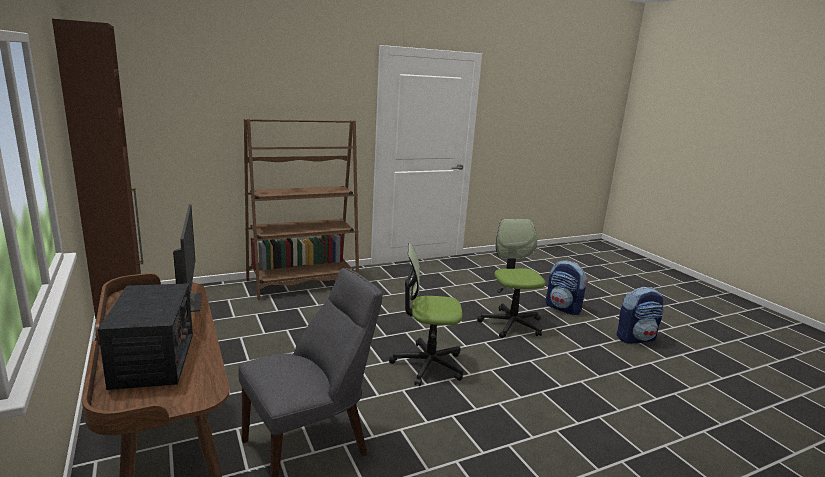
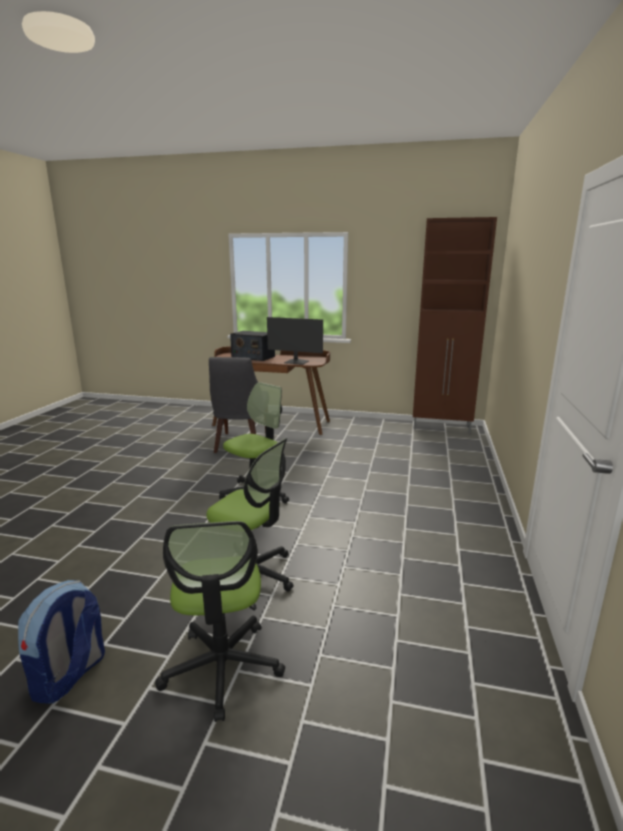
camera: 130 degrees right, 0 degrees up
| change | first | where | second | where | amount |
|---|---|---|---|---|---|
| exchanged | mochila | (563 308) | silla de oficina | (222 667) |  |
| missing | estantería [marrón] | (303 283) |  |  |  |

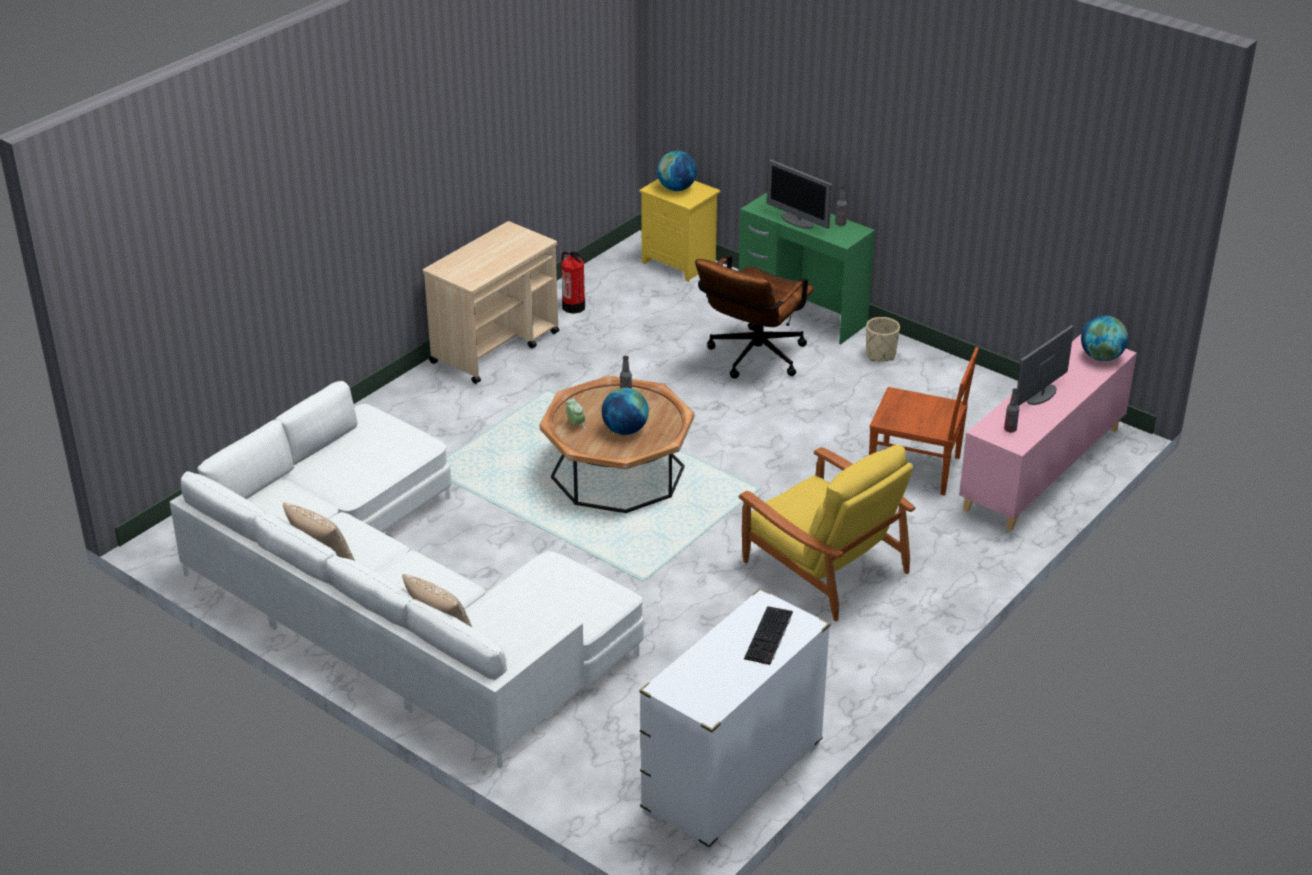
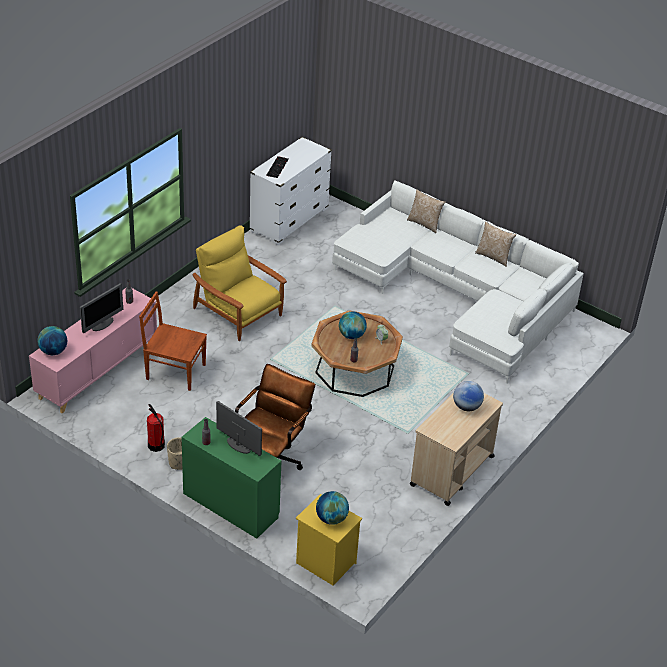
camera: 175 degrees right, 5 degrees up
| change | first | where | second | where | amount |
|---|---|---|---|---|---|
| relocated | extintor | (573 307) |  | (156 446) |  |
| appeared |  |  | globo terráqueo | (466 407) |  |

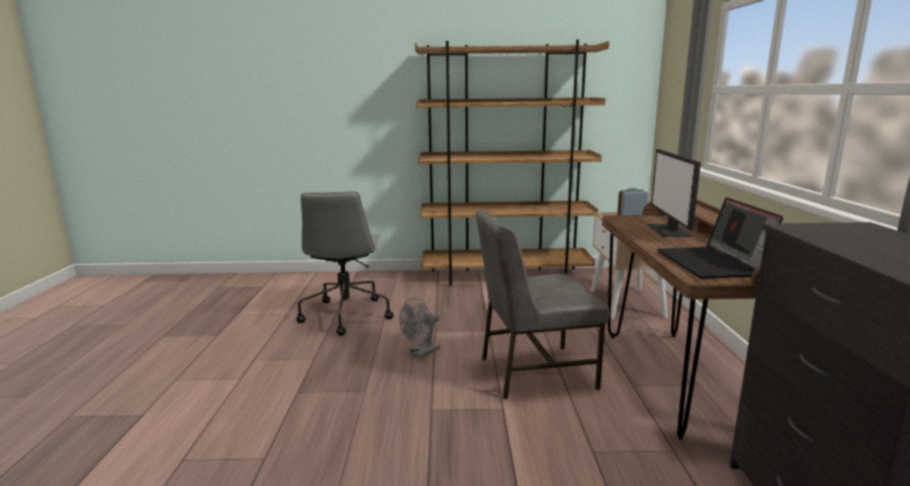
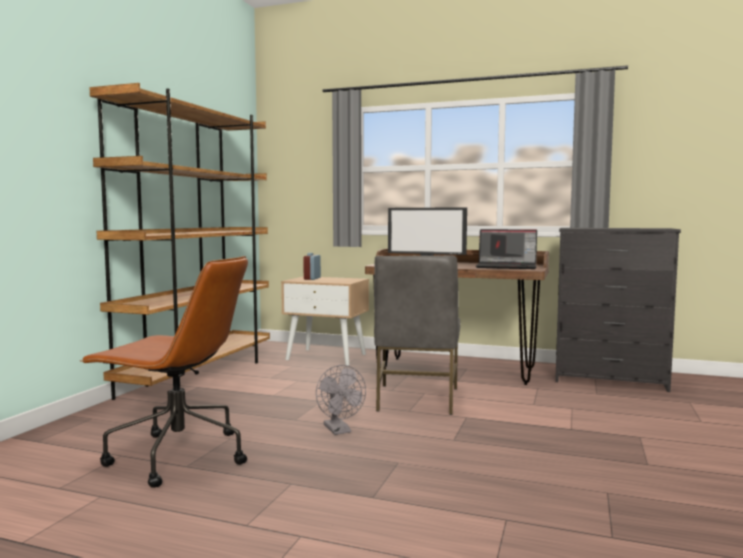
camera: 70 degrees left, 10 degrees down
| change | first | where | second | where | amount |
|---|---|---|---|---|---|
| colour | silla de oficina [gris] | (346 314) | silla de oficina [marrón] | (176 456) |  |

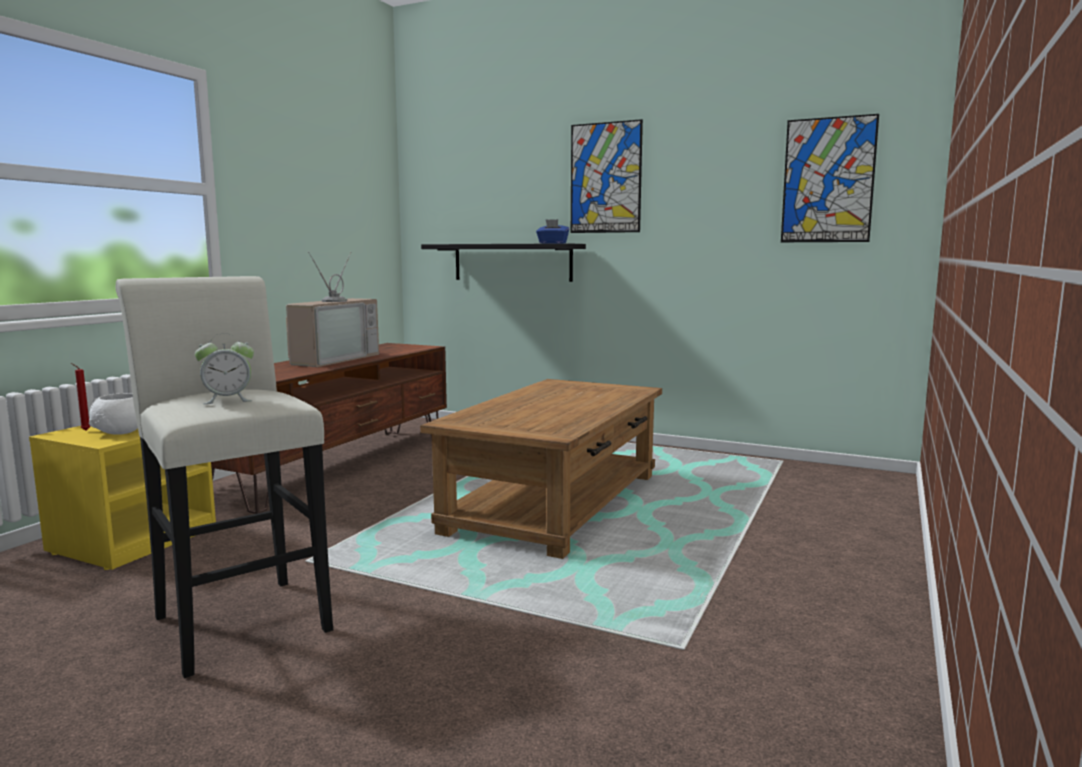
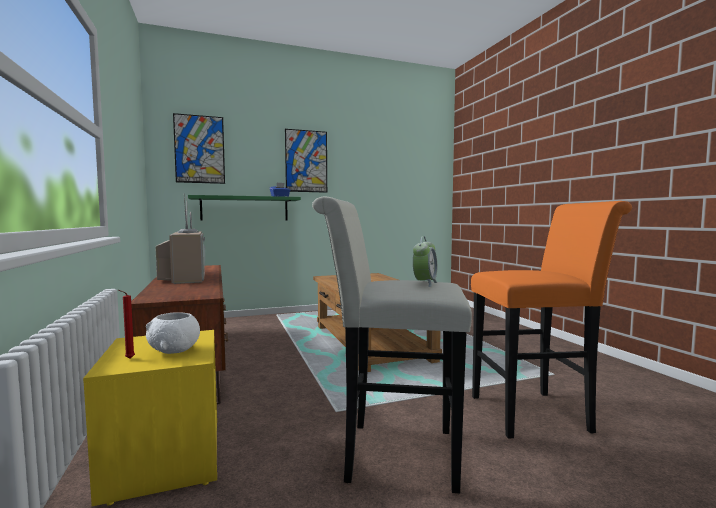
camera: 45 degrees left, 5 degrees down
| change | first | where | second | where | amount |
|---|---|---|---|---|---|
| relocated | cuadro | (828 180) |  | (199 149) |  |
| colour | estante [negro] | (512 262) | estante [verde] | (245 208) |  |
| appeared |  |  | taburete [naranja] | (537 413) |  |

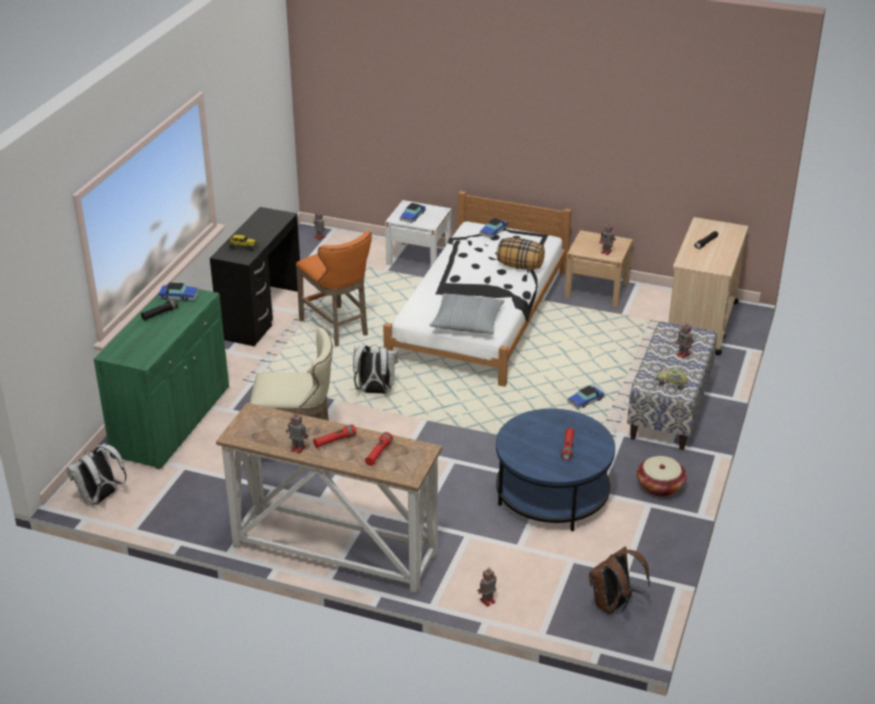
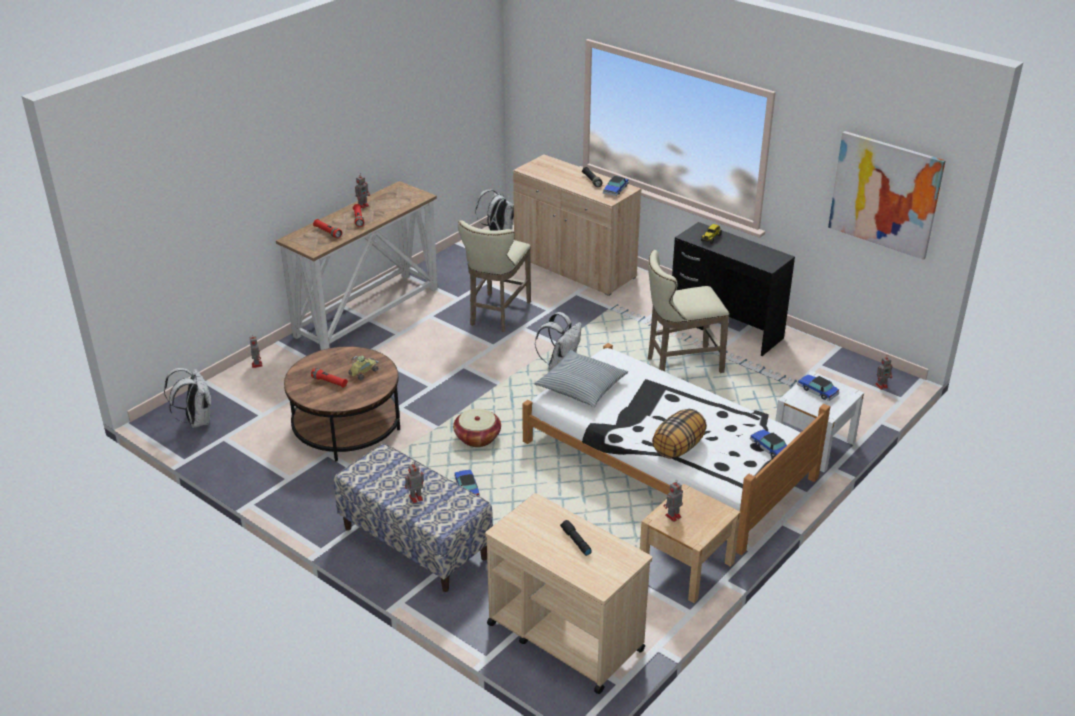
camera: 110 degrees right, 0 degrees up
| change | first | where | second | where | amount |
|---|---|---|---|---|---|
| colour | mochila [marrón] | (613 605) | mochila [blanco] | (196 421) |  |
| colour | mesa de centro [azul] | (552 494) | mesa de centro [marrón] | (346 427) |  |
| relocated | coche de juguete | (671 383) |  | (363 372) |  |
| relocated | cesta | (660 486) |  | (477 437) |  |
| colour | armario [verde] | (172 422) | armario [beis] | (574 267) |  |
| colour | taburete [naranja] | (337 329) | taburete [beis] | (680 364) |  |
| appeared |  |  | cuadro | (885 194) |  |

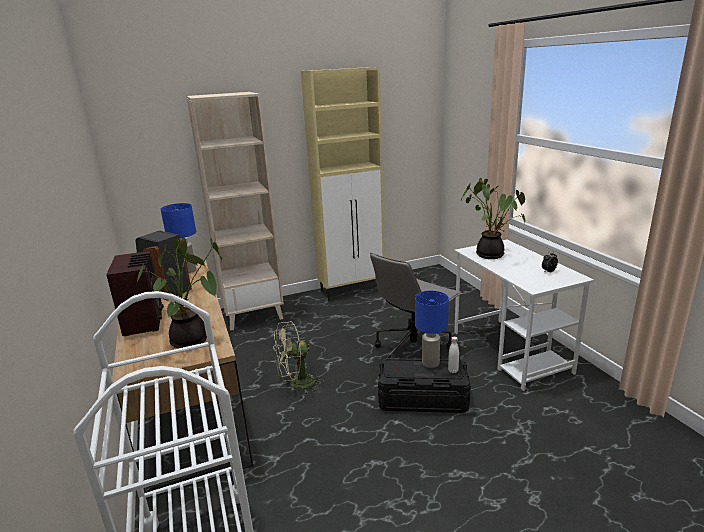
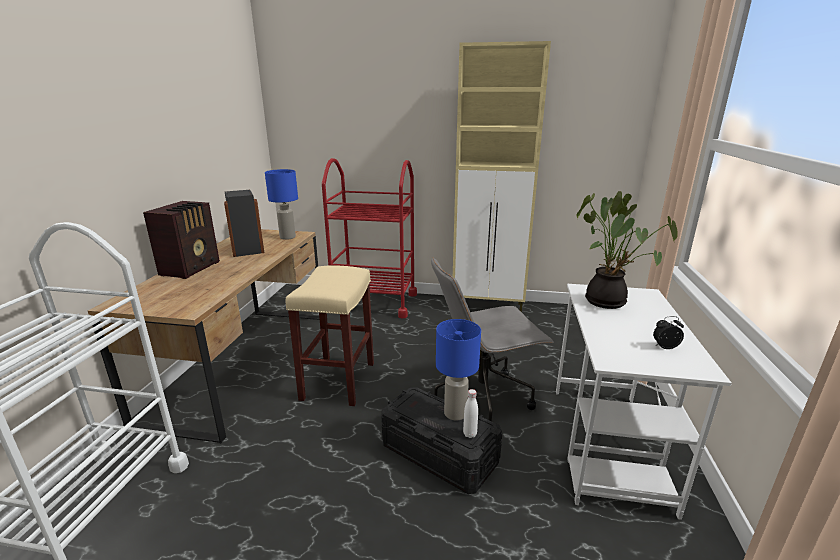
camera: 30 degrees right, 0 degrees up
| change | first | where | second | where | amount |
|---|---|---|---|---|---|
| exchanged | ventilador [verde] | (297 384) | taburete [beis] | (338 381) |  |
| exchanged | estantería [beis] | (253 314) | carrito [rojo] | (374 302) |  |
| missing | planta en maceta | (193 341) |  |  |  |

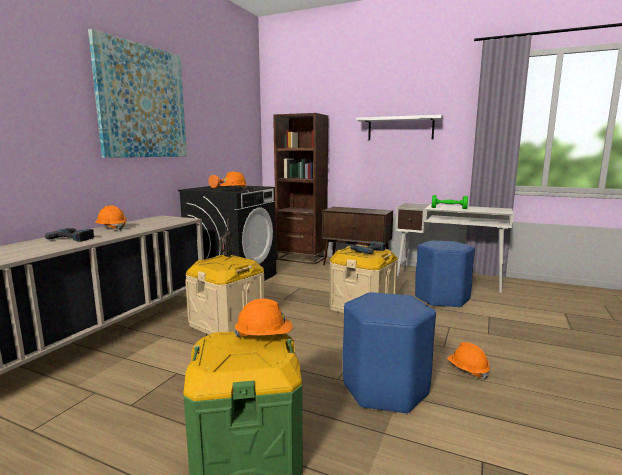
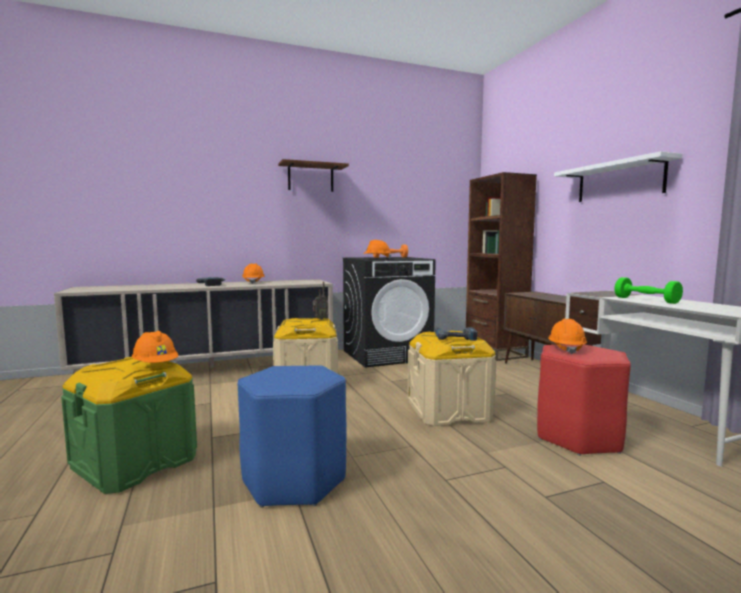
camera: 45 degrees right, 5 degrees down
| change | first | where | second | where | amount |
|---|---|---|---|---|---|
| exchanged | cuadro | (142 102) | estante [marrón] | (310 178) |  |
| colour | taburete [azul] | (441 299) | taburete [rojo] | (577 437) |  |
| relocated | casco [naranja] | (467 370) |  | (566 349) |  |

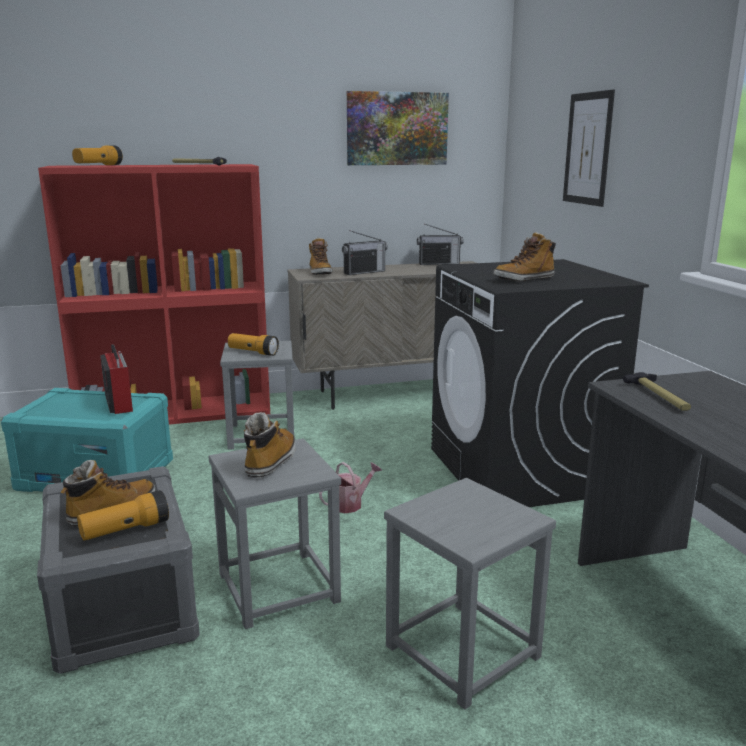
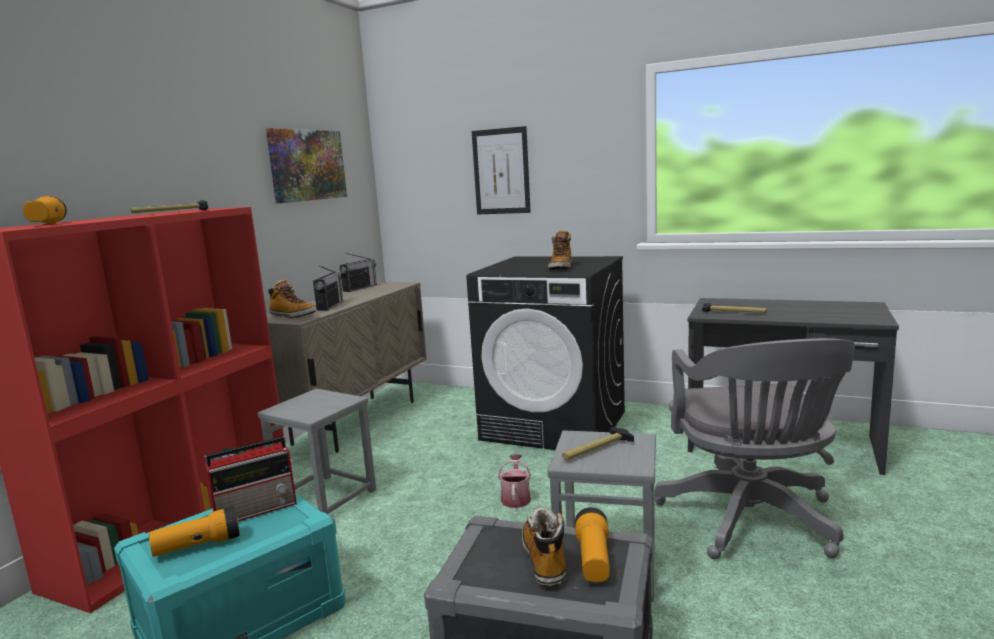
camera: 50 degrees left, 5 degrees down
| change | first | where | second | where | amount |
|---|---|---|---|---|---|
| relocated | linterna | (253 352) |  | (198 546) |  |
| spun | radio | (119 402) |  | (258 509) | 135 degrees clockwise |
| exchanged | bota | (271 462) | martillo | (597 450) |  |
| exchanged | taburete [gris] | (461 652) | silla de oficina [gris] | (752 522) |  |

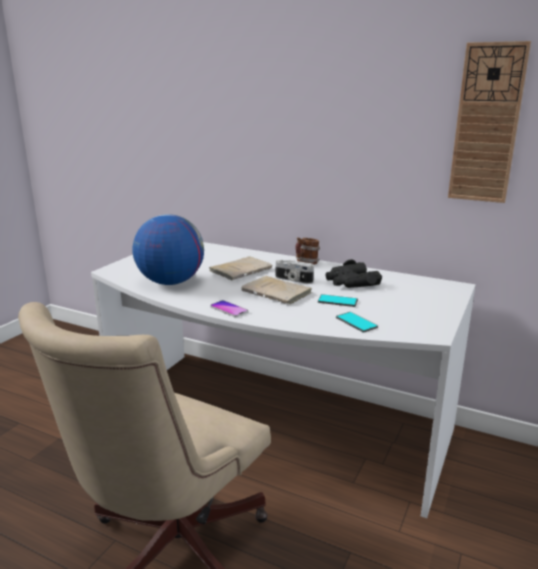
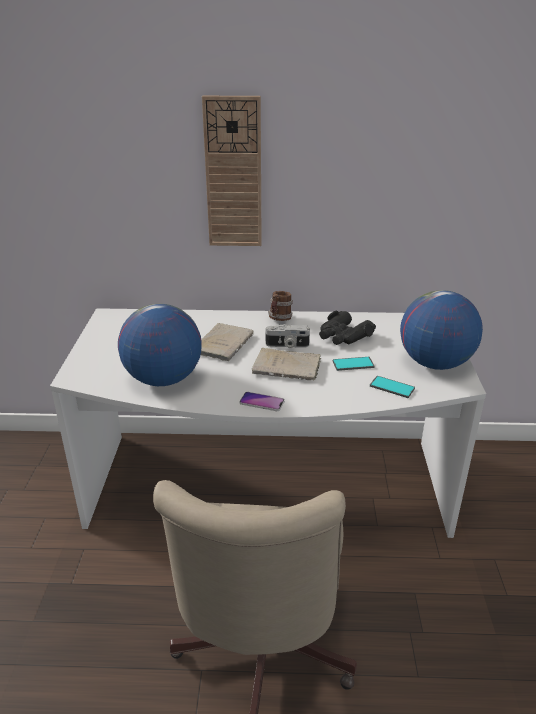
camera: 25 degrees left, 10 degrees up
| change | first | where | second | where | amount |
|---|---|---|---|---|---|
| relocated | reloj de pared | (486 124) |  | (233 174) |  |
| appeared |  |  | globo terráqueo | (434 363) |  |

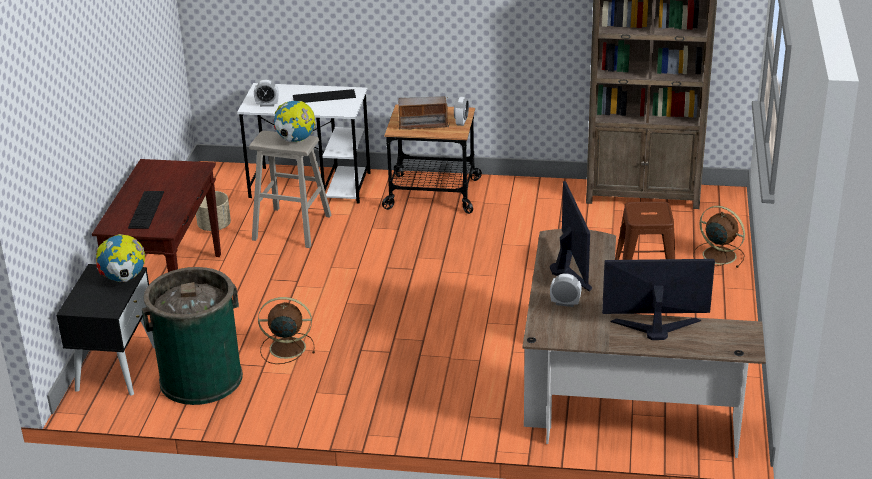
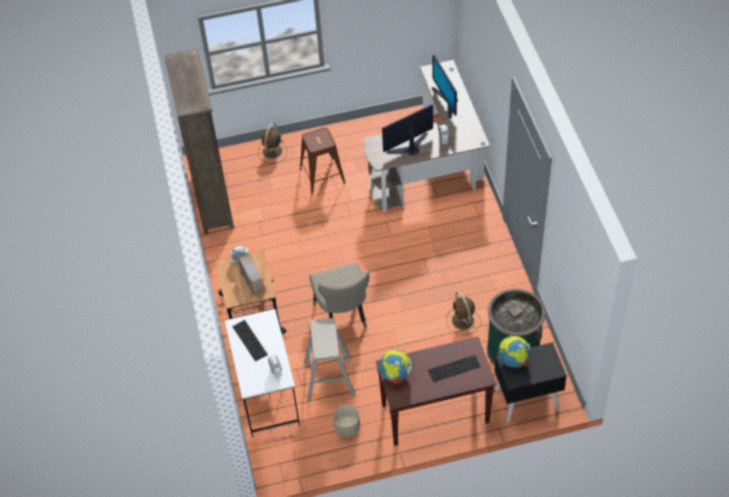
camera: 110 degrees left, 20 degrees up
| change | first | where | second | where | amount |
|---|---|---|---|---|---|
| appeared |  |  | silla [beis] | (343 316) |  |
| relocated | globo terráqueo | (295 140) |  | (395 375) |  |

